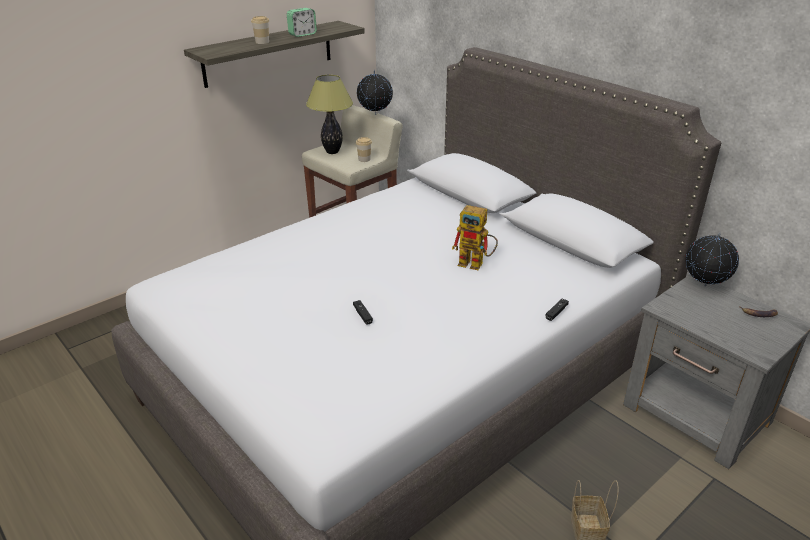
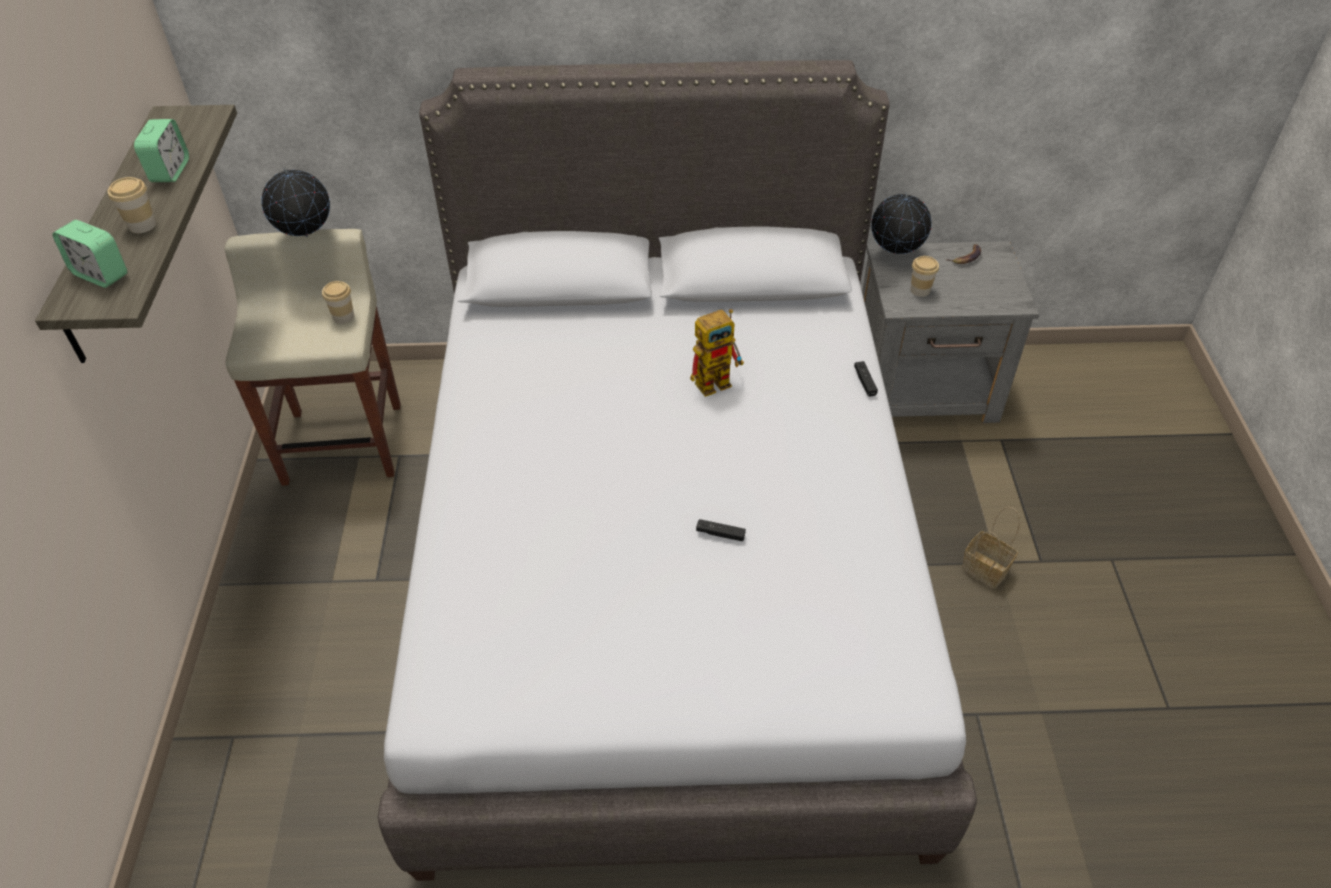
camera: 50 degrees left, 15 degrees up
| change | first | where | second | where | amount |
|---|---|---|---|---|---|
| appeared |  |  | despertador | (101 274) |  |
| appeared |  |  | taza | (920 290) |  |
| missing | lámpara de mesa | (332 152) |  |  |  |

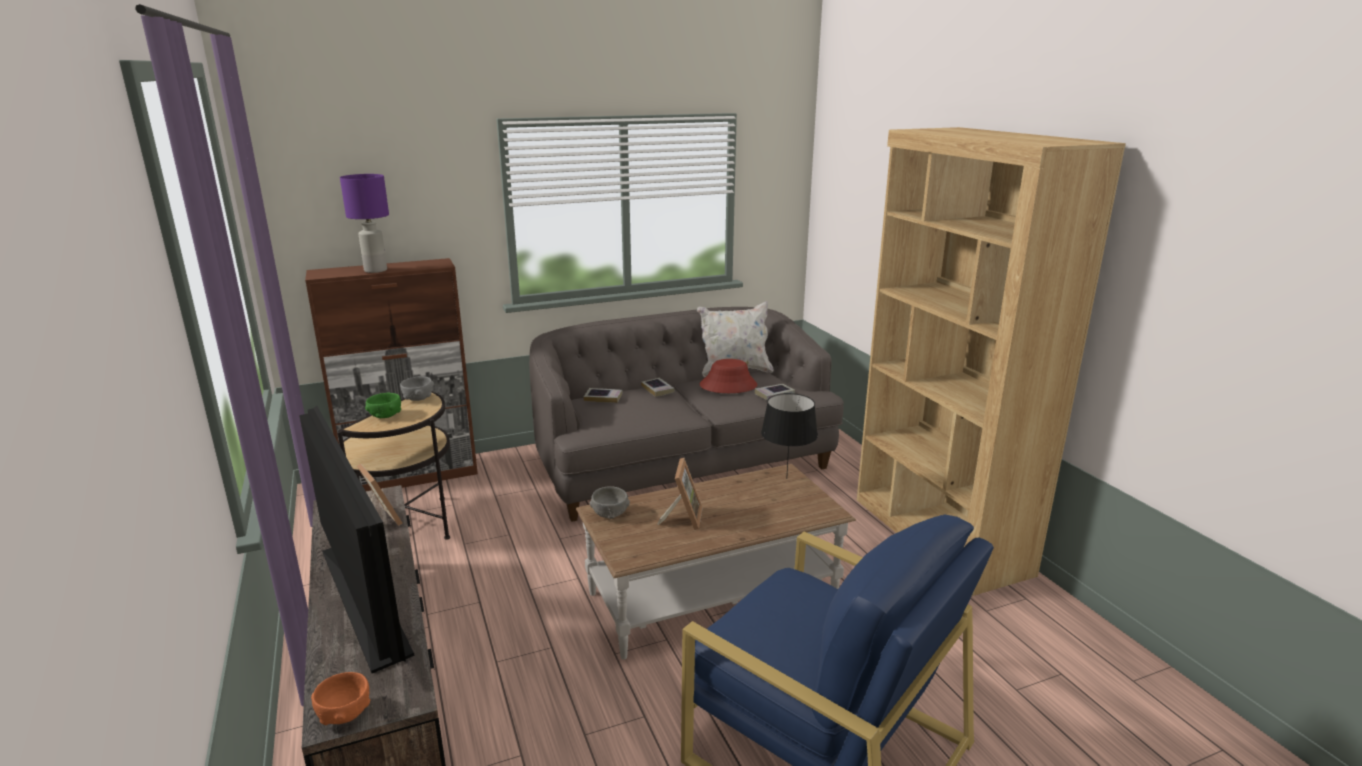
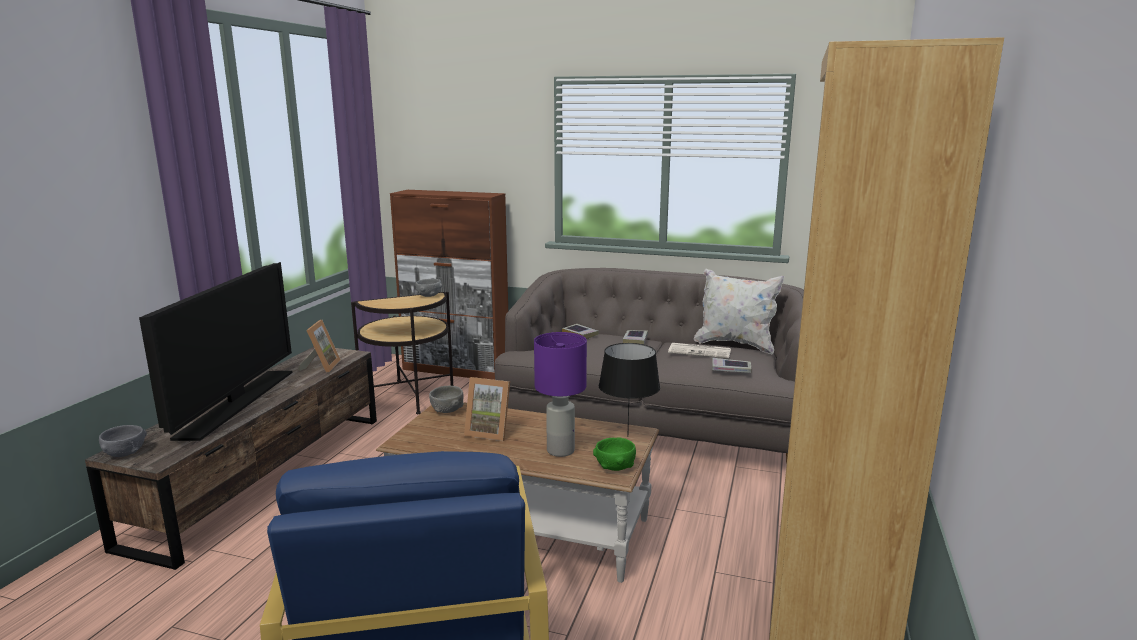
camera: 40 degrees right, 5 degrees down
| change | first | where | second | where | amount |
|---|---|---|---|---|---|
| colour | cuenco [naranja] | (344 714) | cuenco [gris] | (125 453) |  |
| spun | portarretratos | (683 518) |  | (490 432) | 60 degrees clockwise |
| relocated | lámpara de mesa [morado] | (375 270) |  | (559 450) |  |
| relocated | cuenco [verde] | (385 416) |  | (615 467) |  |
| exchanged | sombrero [rojo] | (728 385) | periódico | (700 351) |  |

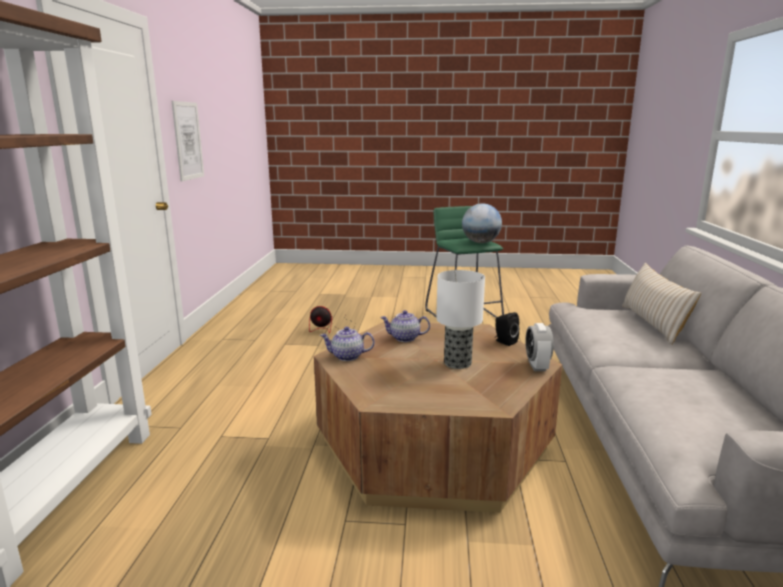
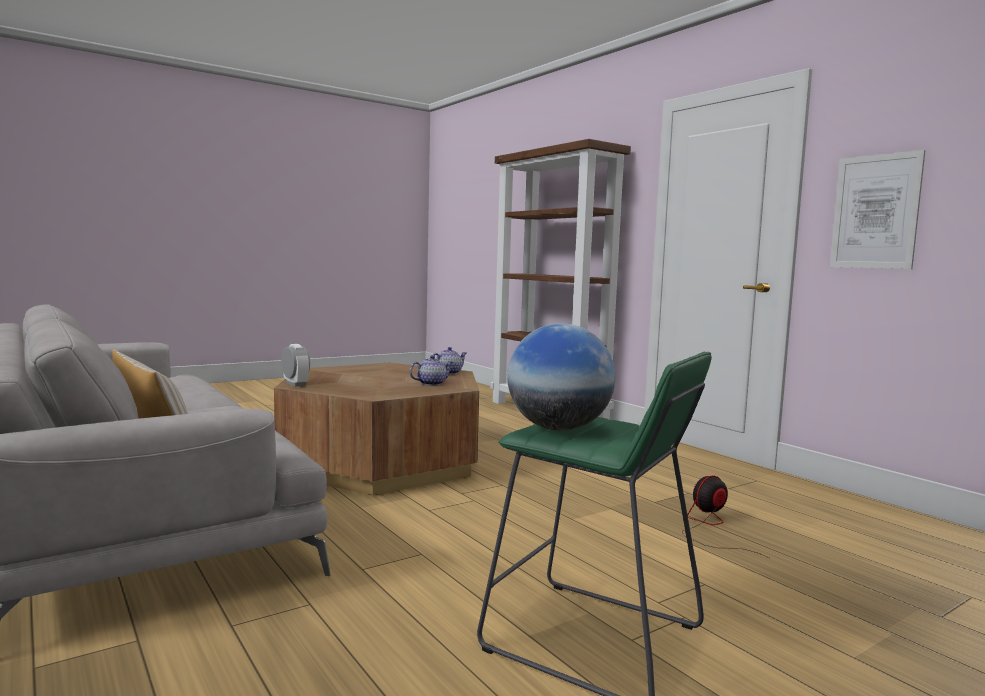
camera: 140 degrees right, 10 degrees down
| change | first | where | second | where | amount |
|---|---|---|---|---|---|
| missing | lámpara de mesa | (456 363) |  |  |  |
| missing | altavoz [negro] | (504 342) |  |  |  |

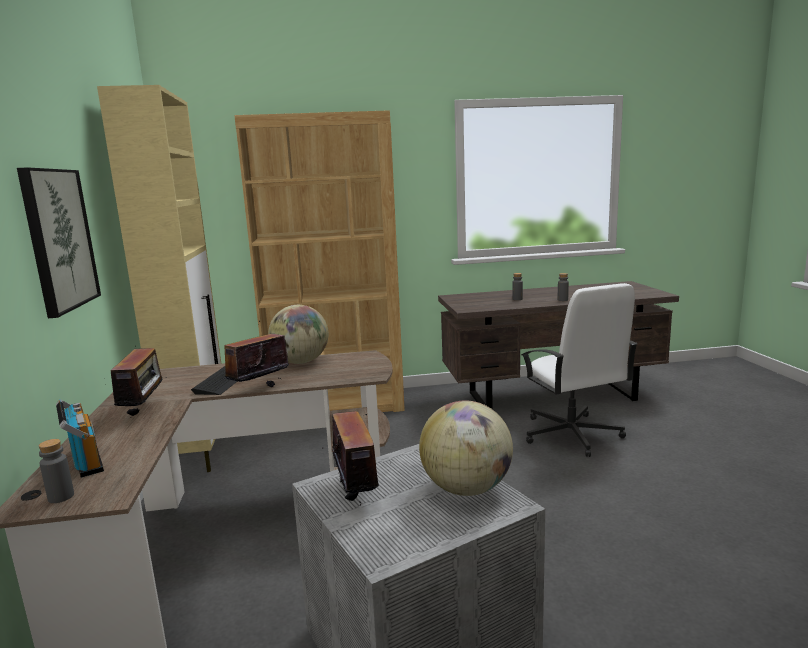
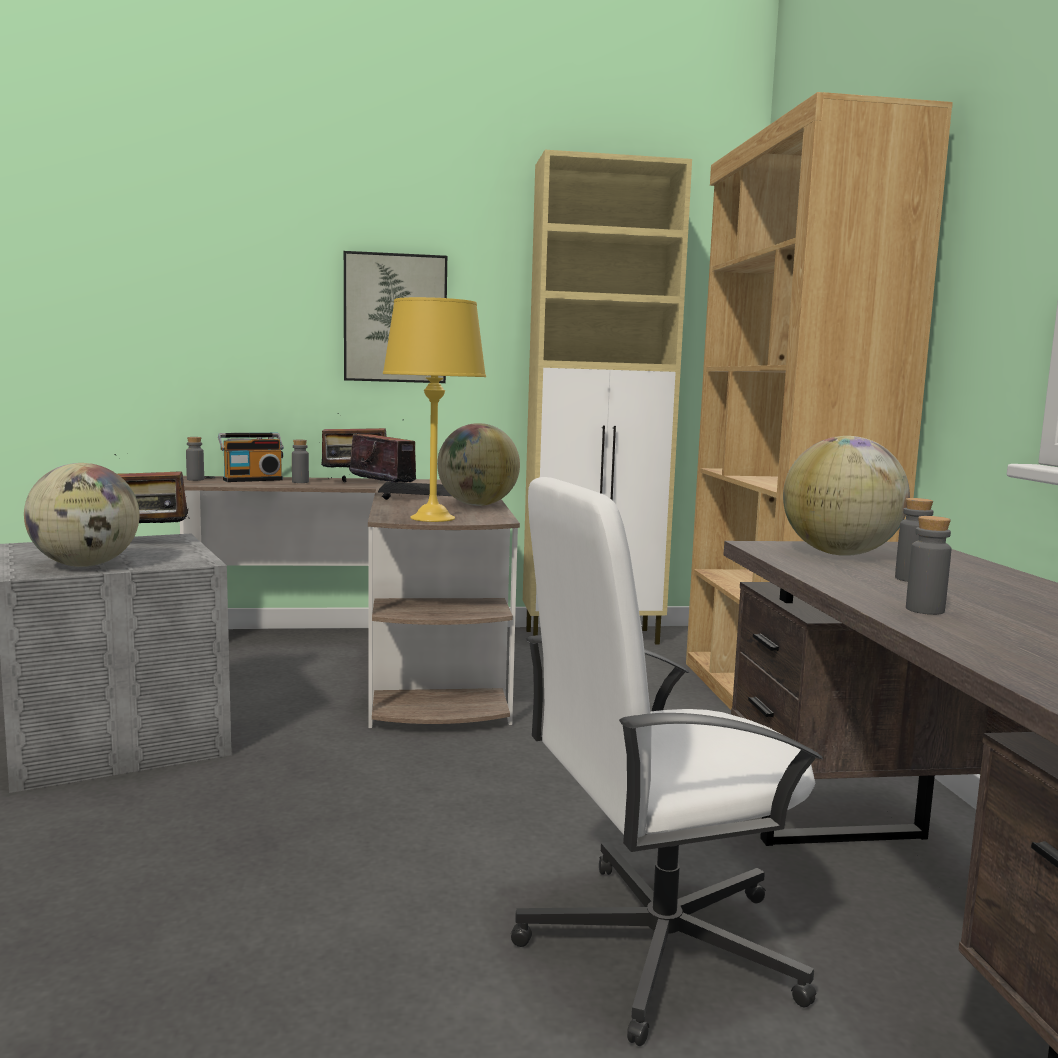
camera: 90 degrees right, 5 degrees down
| change | first | where | second | where | amount |
|---|---|---|---|---|---|
| appeared |  |  | botella [gris] | (300 482) |  |
| appeared |  |  | lámpara de mesa [amarillo] | (431 518) |  |
| appeared |  |  | globo terráqueo | (840 554) |  |

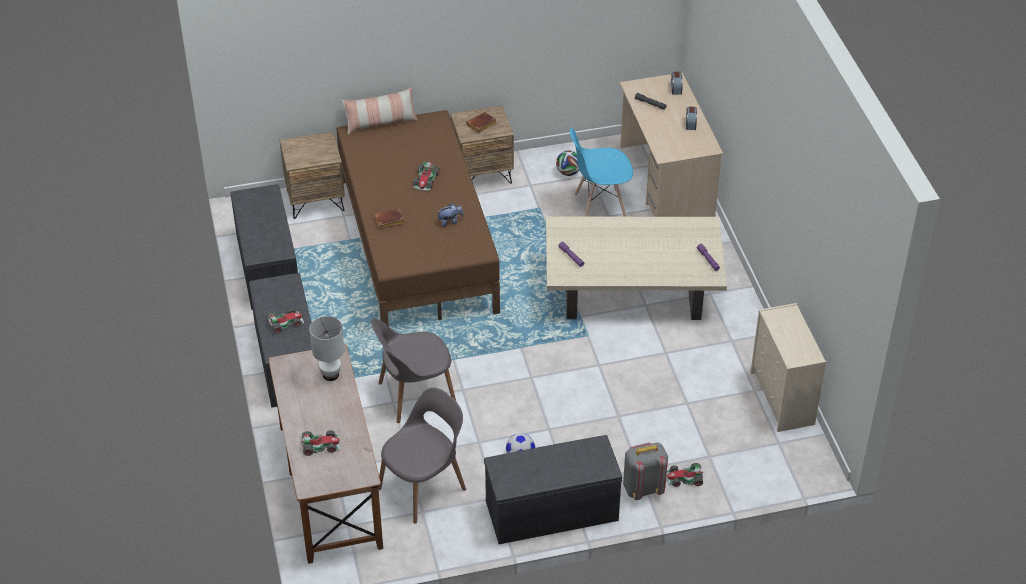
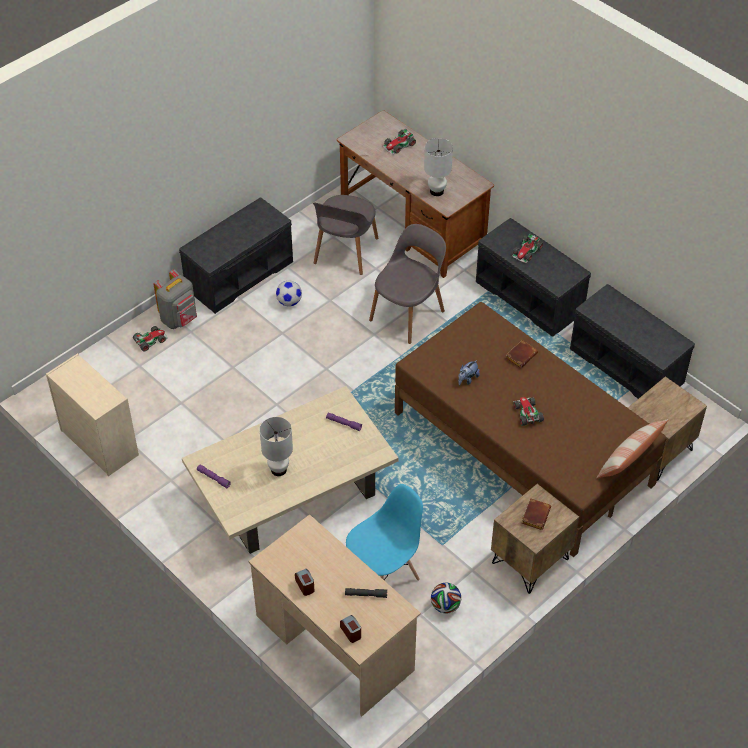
camera: 150 degrees right, 5 degrees up
| change | first | where | second | where | amount |
|---|---|---|---|---|---|
| appeared |  |  | lámpara de mesa [blanco] | (279 470) |  |

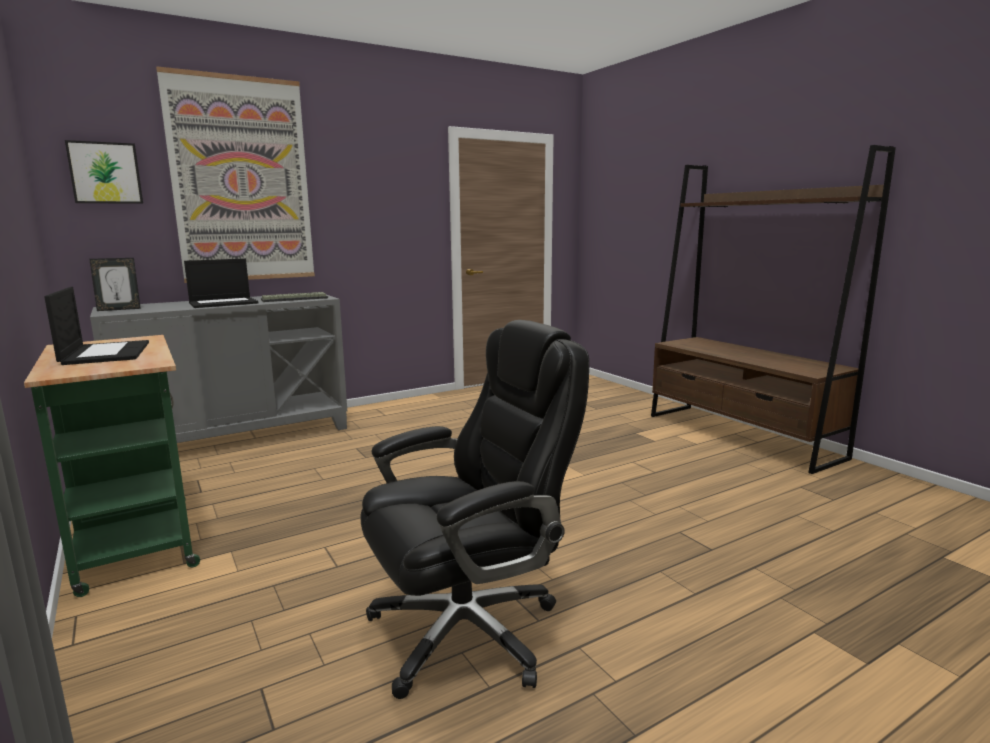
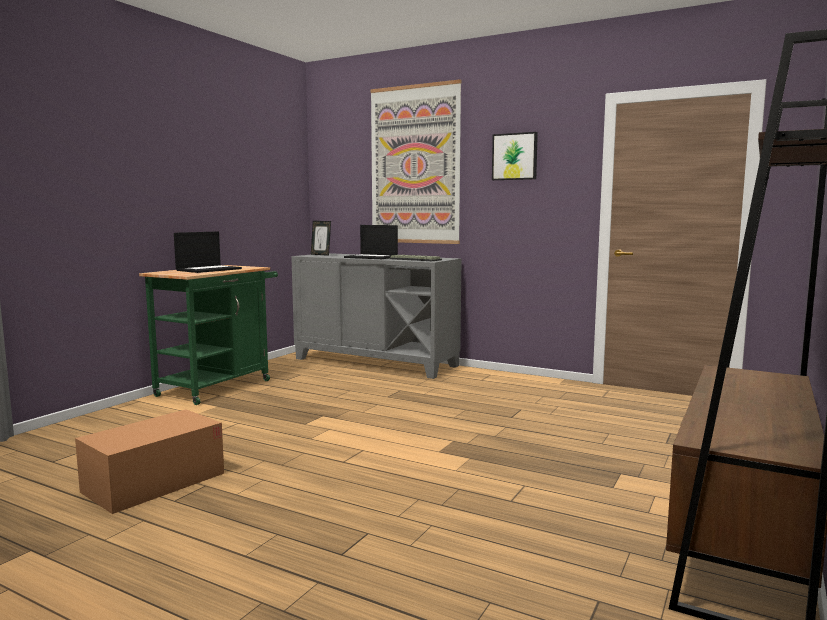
camera: 60 degrees right, 5 degrees down
| change | first | where | second | where | amount |
|---|---|---|---|---|---|
| exchanged | silla de oficina [negro] | (469 629) | caja de cartón | (154 482) |  |
| relocated | cuadro | (105 173) |  | (515 156) |  |

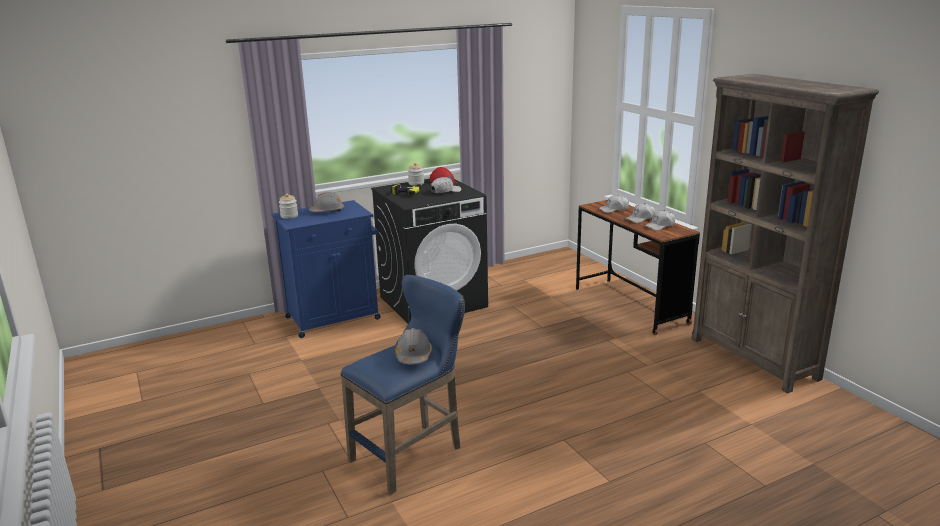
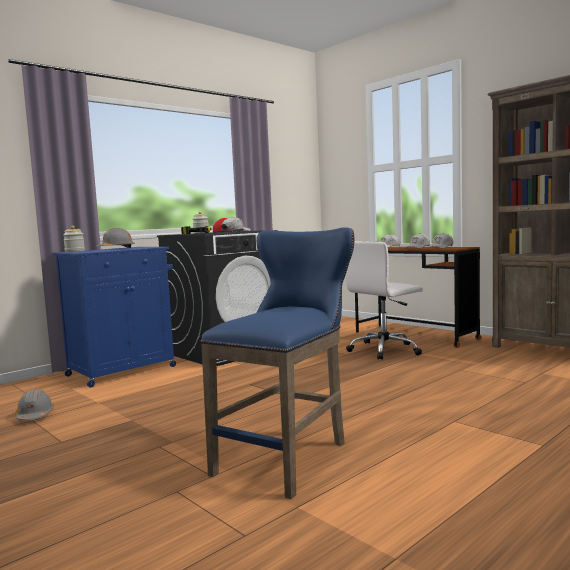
camera: 15 degrees left, 15 degrees down
| change | first | where | second | where | amount |
|---|---|---|---|---|---|
| relocated | casco [gris] | (413 356) |  | (35 416) |  |
| appeared |  |  | silla de oficina [blanco] | (385 350) |  |

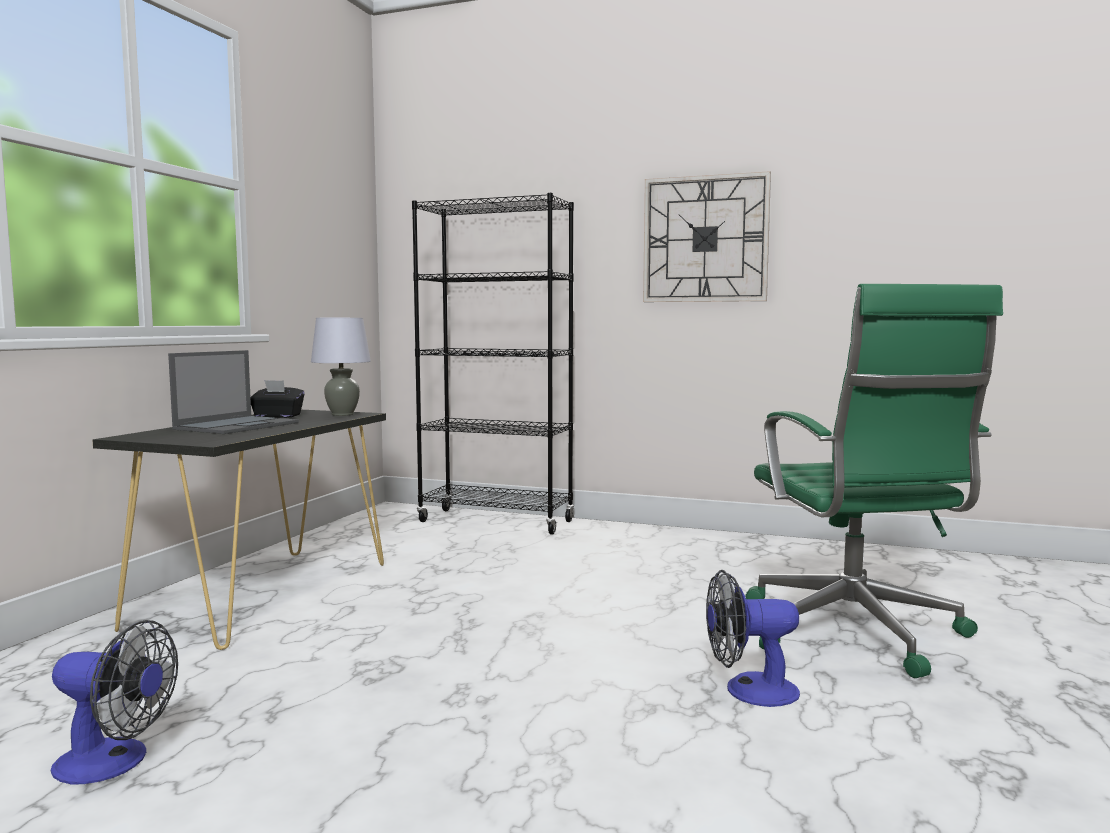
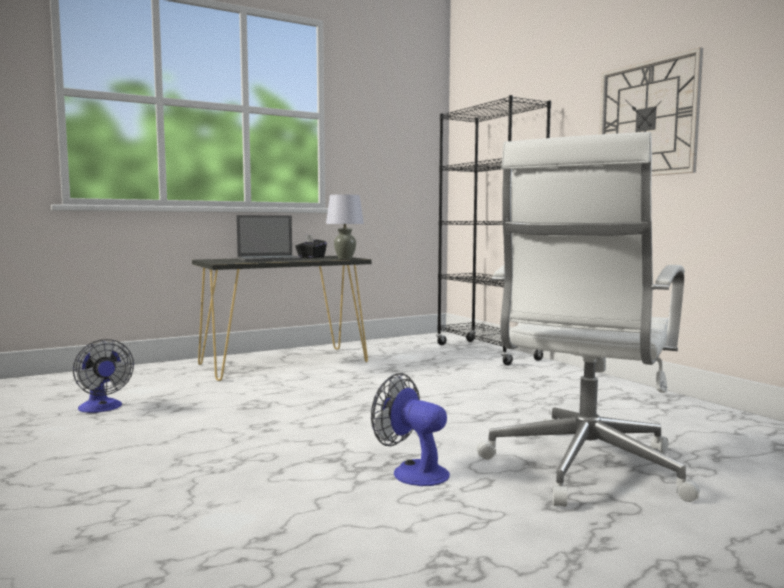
camera: 40 degrees right, 0 degrees up
| change | first | where | second | where | amount |
|---|---|---|---|---|---|
| colour | silla de oficina [verde] | (854 633) | silla de oficina [blanco] | (582 469) |  |

